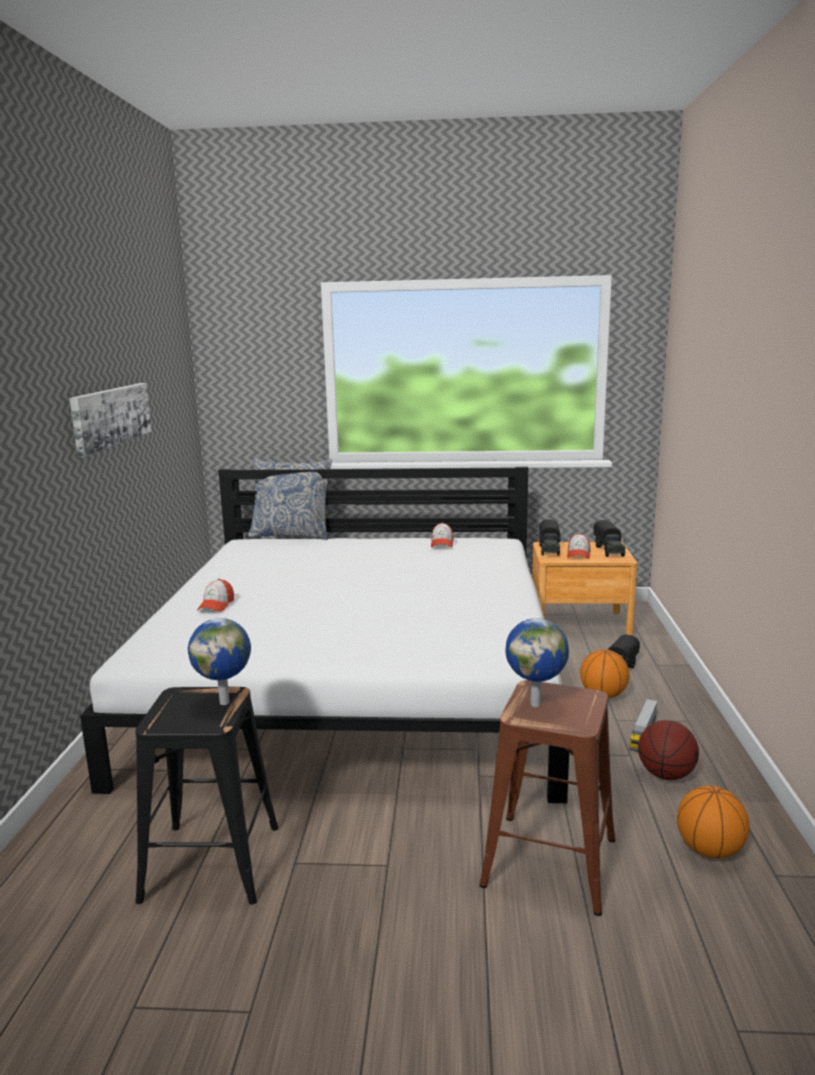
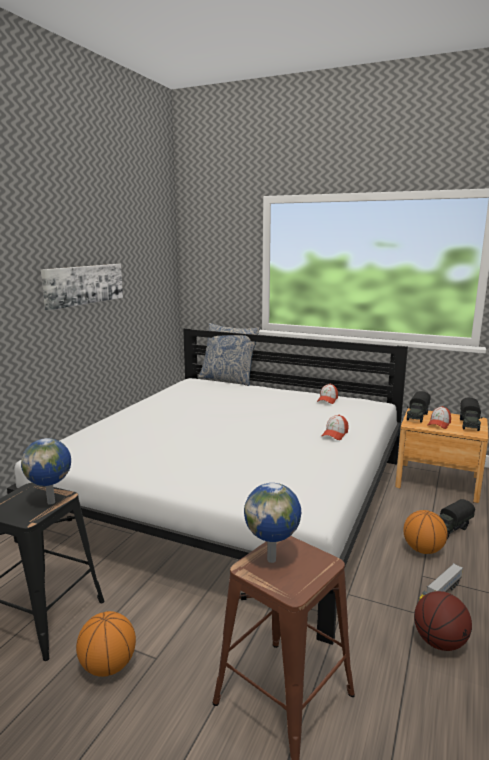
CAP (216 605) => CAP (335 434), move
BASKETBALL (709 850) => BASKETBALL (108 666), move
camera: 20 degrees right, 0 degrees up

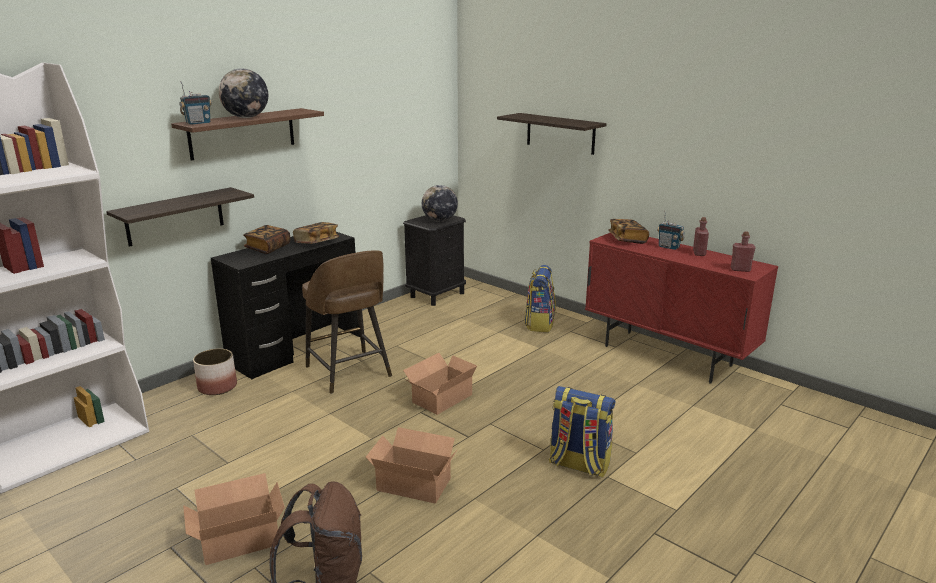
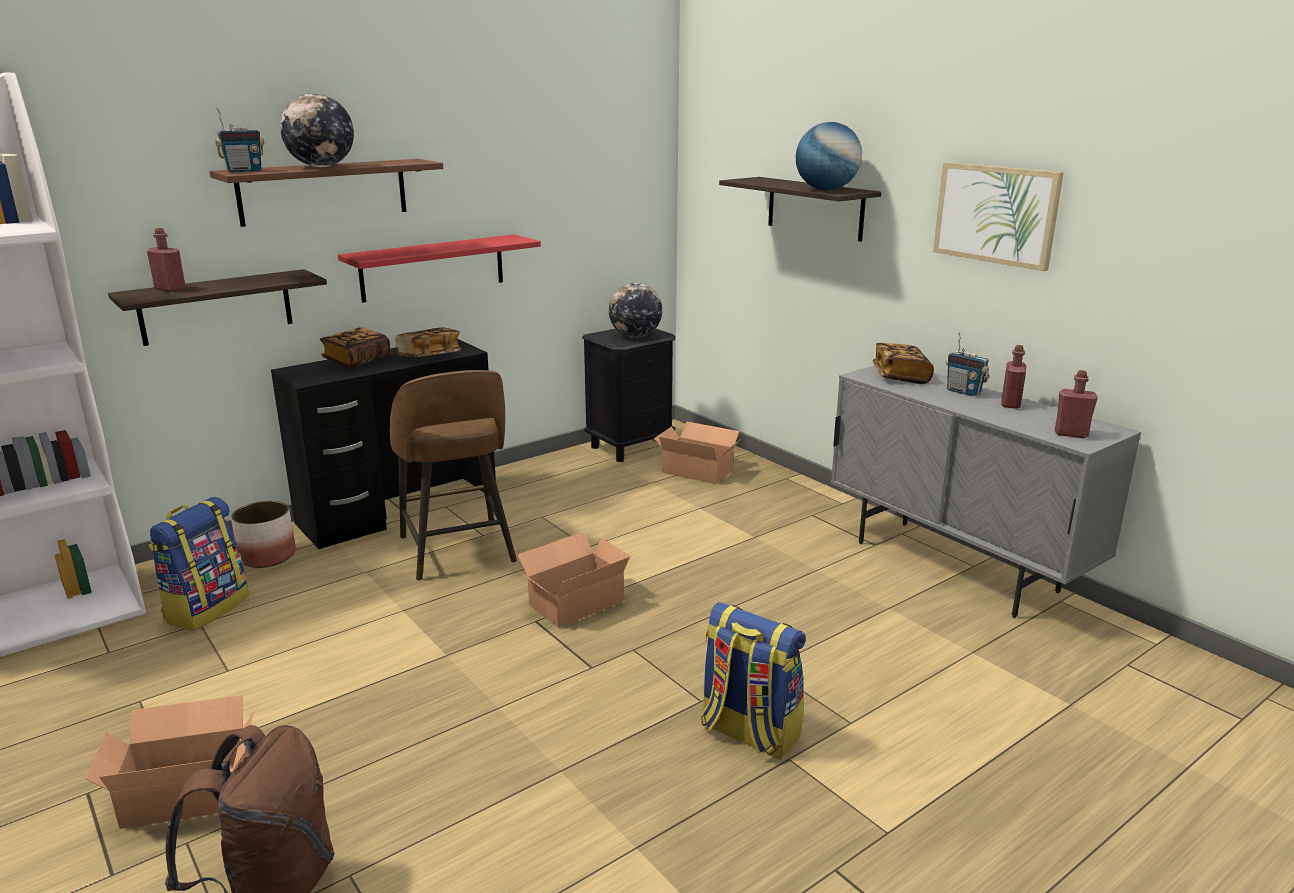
CARDBOARD BOX (413 482) => CARDBOARD BOX (697 470), move
BACKPACK (539 324) => BACKPACK (206 608), move
RED CABINET (667 356) => GREY CABINET (955 567)
nothing => RED BOTTLE (170 289)
nothing => RED SHELF (433 267)
nothing => GLOBE (826 190)
nothing => PICTURE (996 214)
camera: 10 degrees right, 0 degrees up

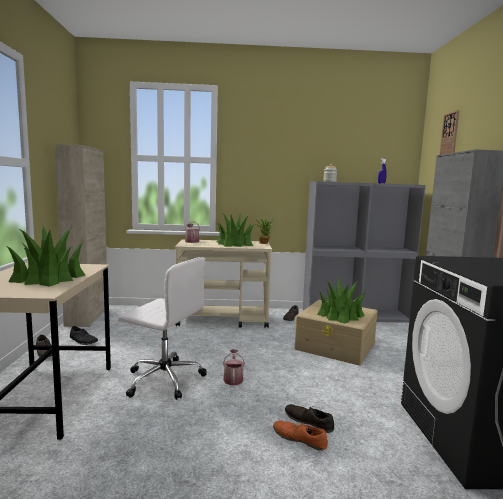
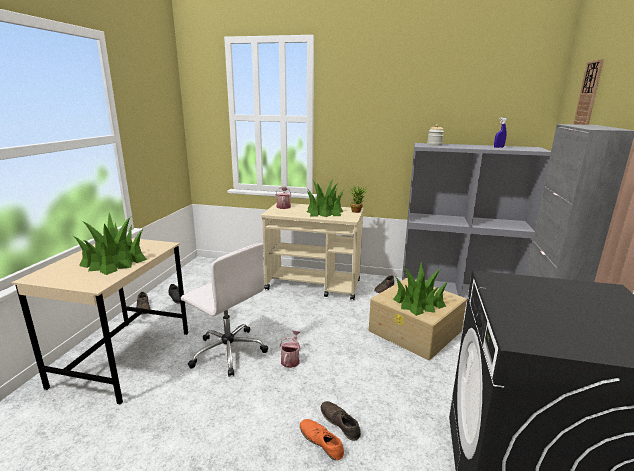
BEIGE CABINET (87 317) => nothing
camera: 15 degrees right, 10 degrees up

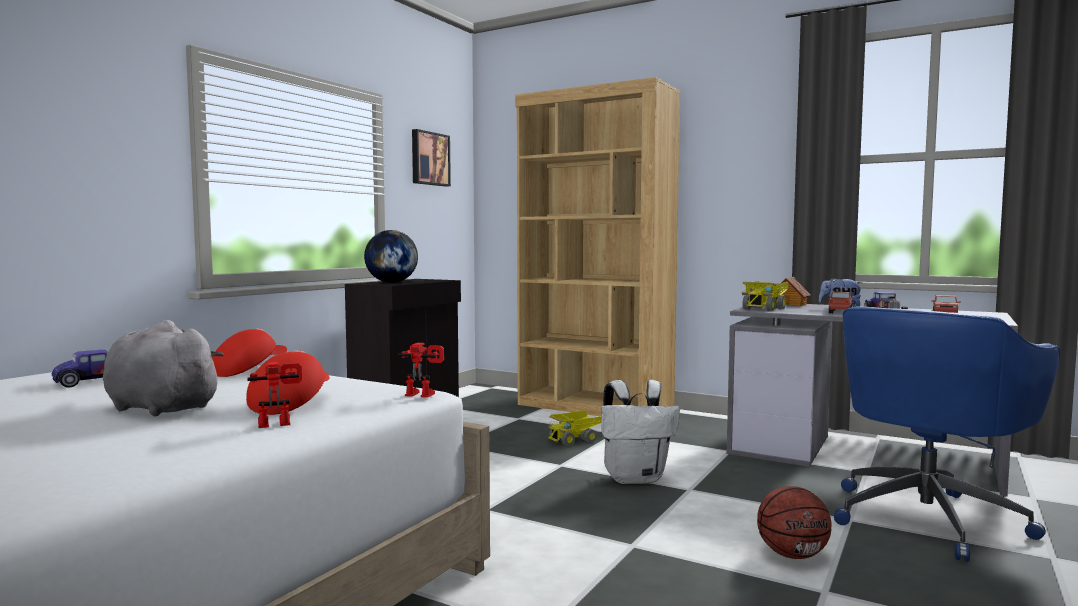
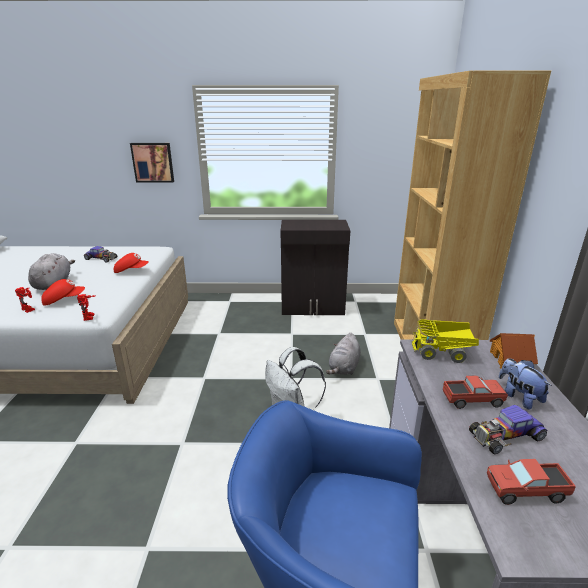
GLOBE (391 282) => nothing
PICTURE (429 159) => PICTURE (153 162), move
TOY TRUCK (575 440) => GREY PLUSH TOY (344 368)
BASKETBALL (793 555) => nothing
camera: 60 degrees right, 20 degrees up

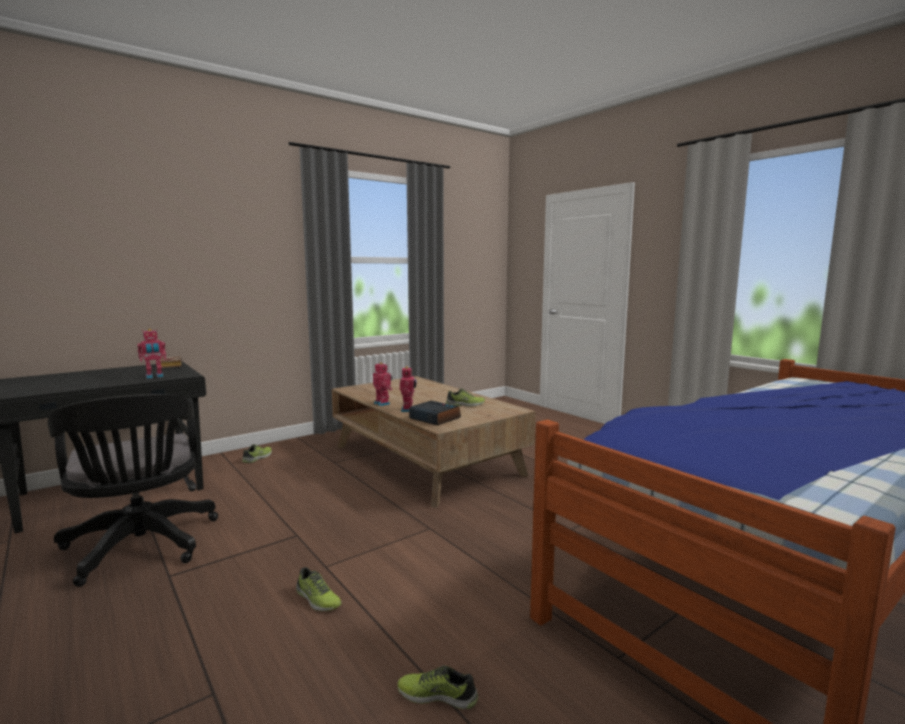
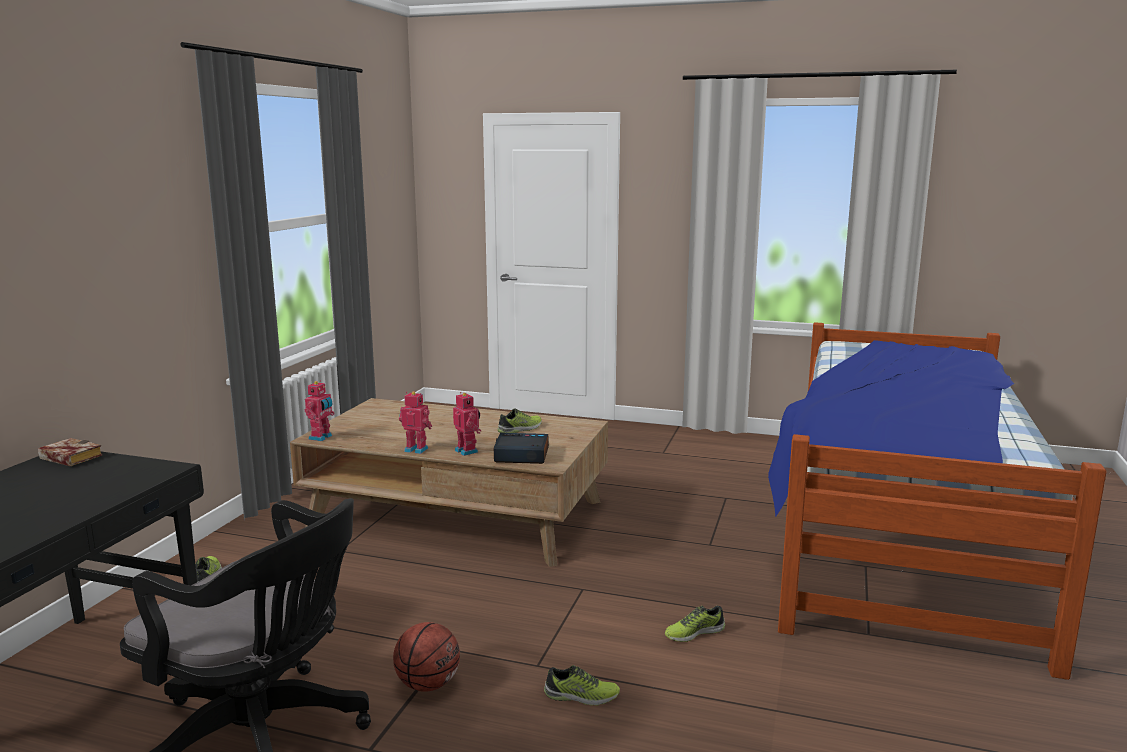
TOY ROBOT (154 376) => TOY ROBOT (321 437), move
SHOE (437 695) => SHOE (694 633), move
nothing => BASKETBALL (428 684)
camera: 35 degrees left, 5 degrees up

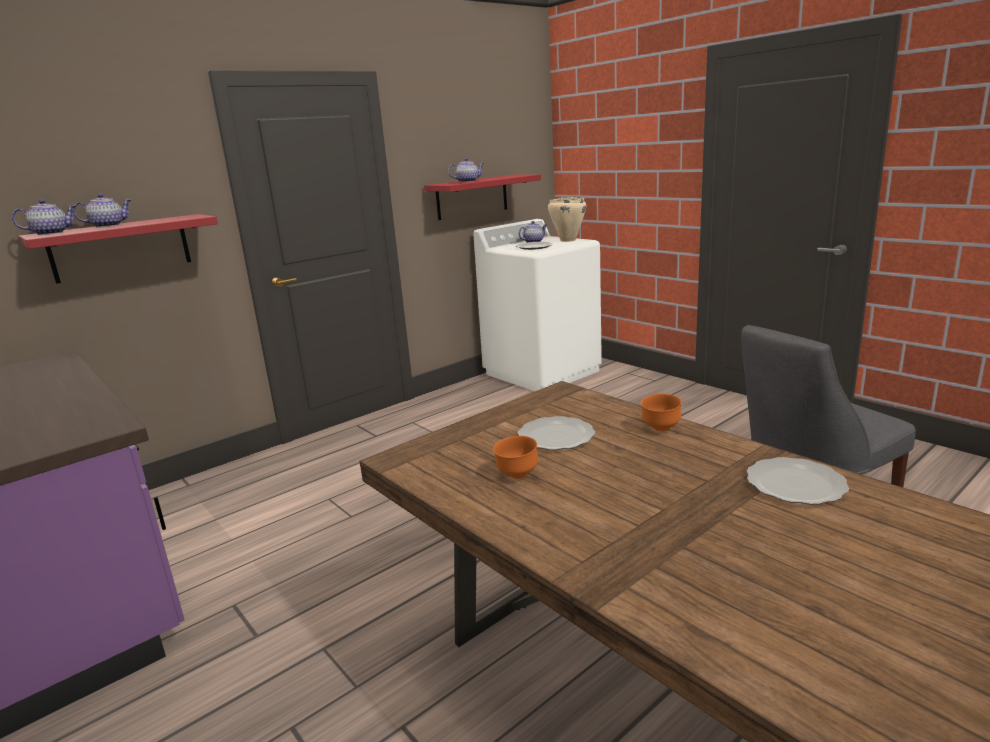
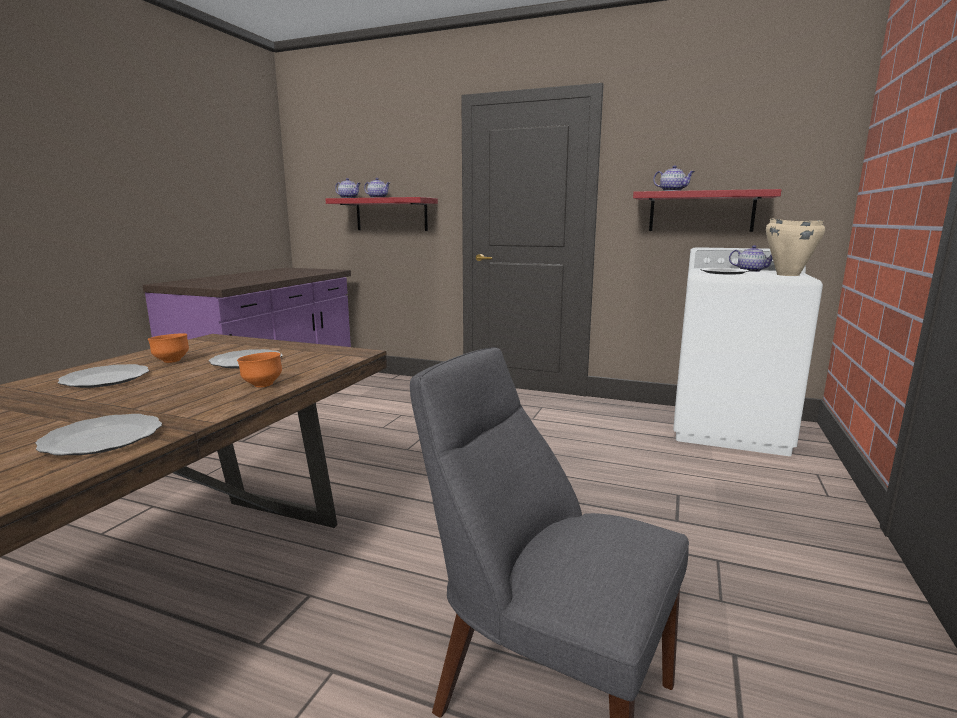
nothing => PLATE (104 379)
camera: 60 degrees right, 5 degrees down

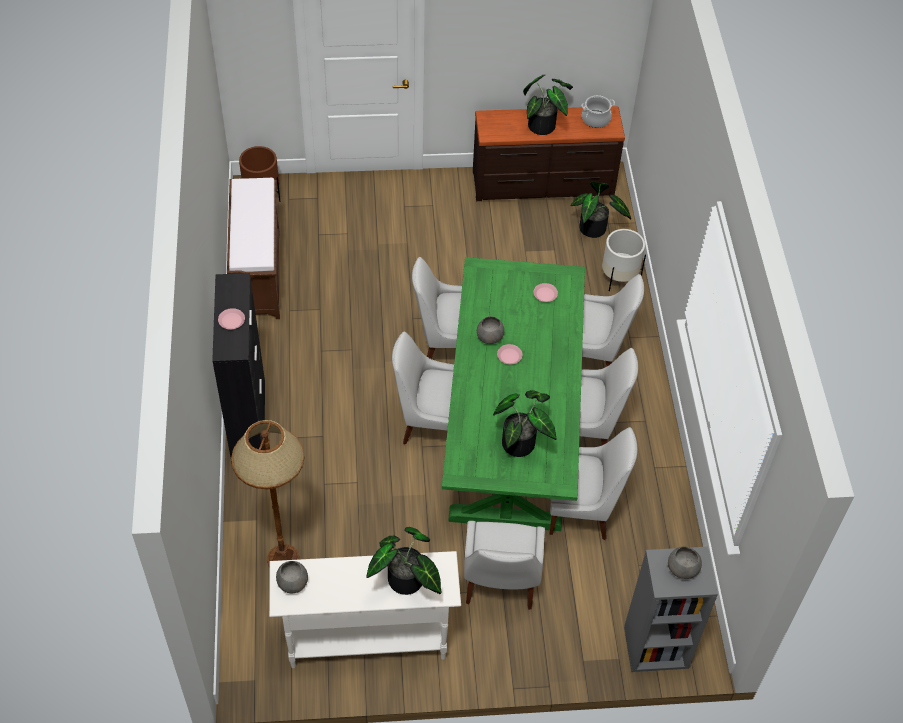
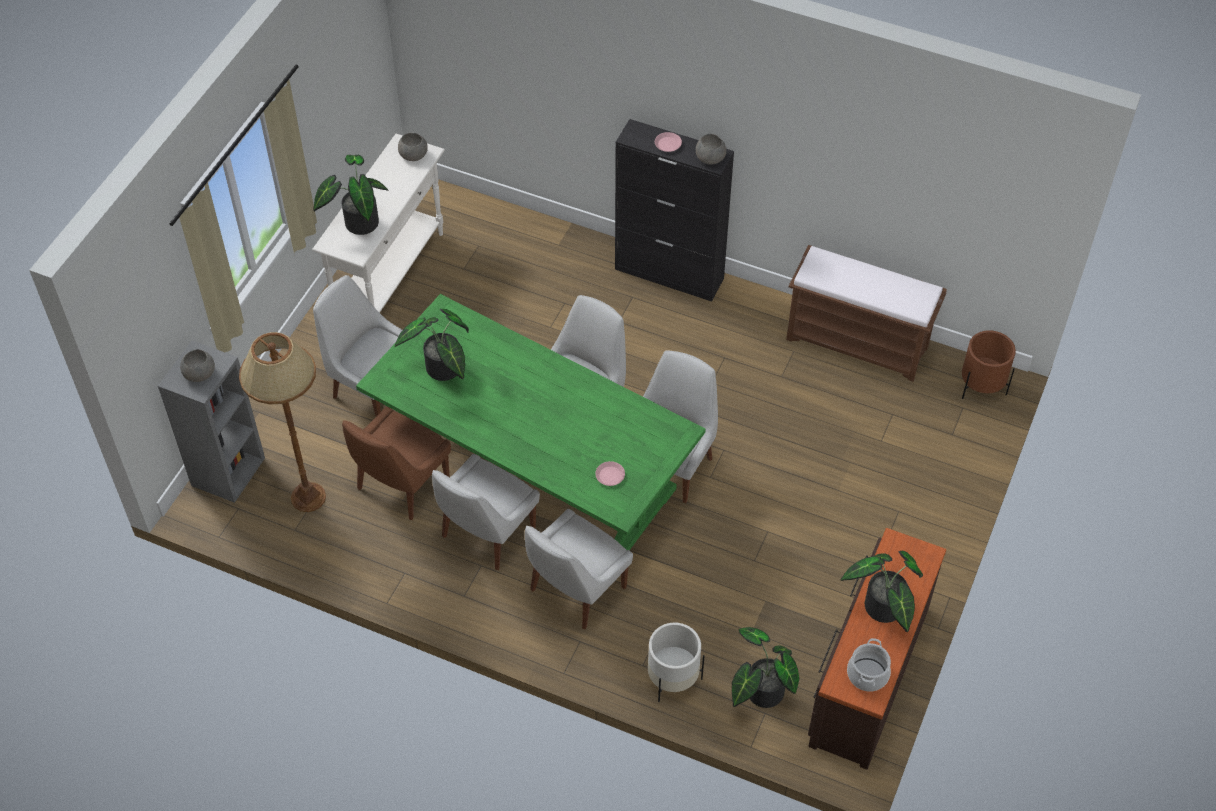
BROWN FLOOR LAMP (283 559) => BROWN FLOOR LAMP (308 497), move
GREY BOWL (489 337) => GREY BOWL (709 157), move
PINK PLATE (509 356) => nothing
WHITE CHAIR (582 510) => BROWN CHAIR (400 486)
camera: 120 degrees right, 0 degrees up

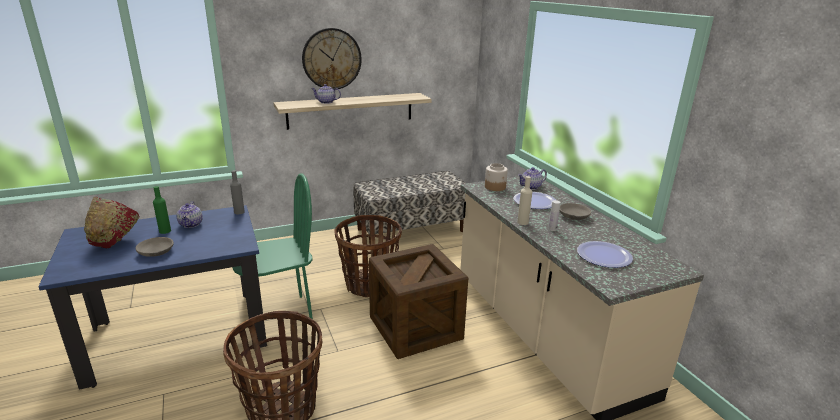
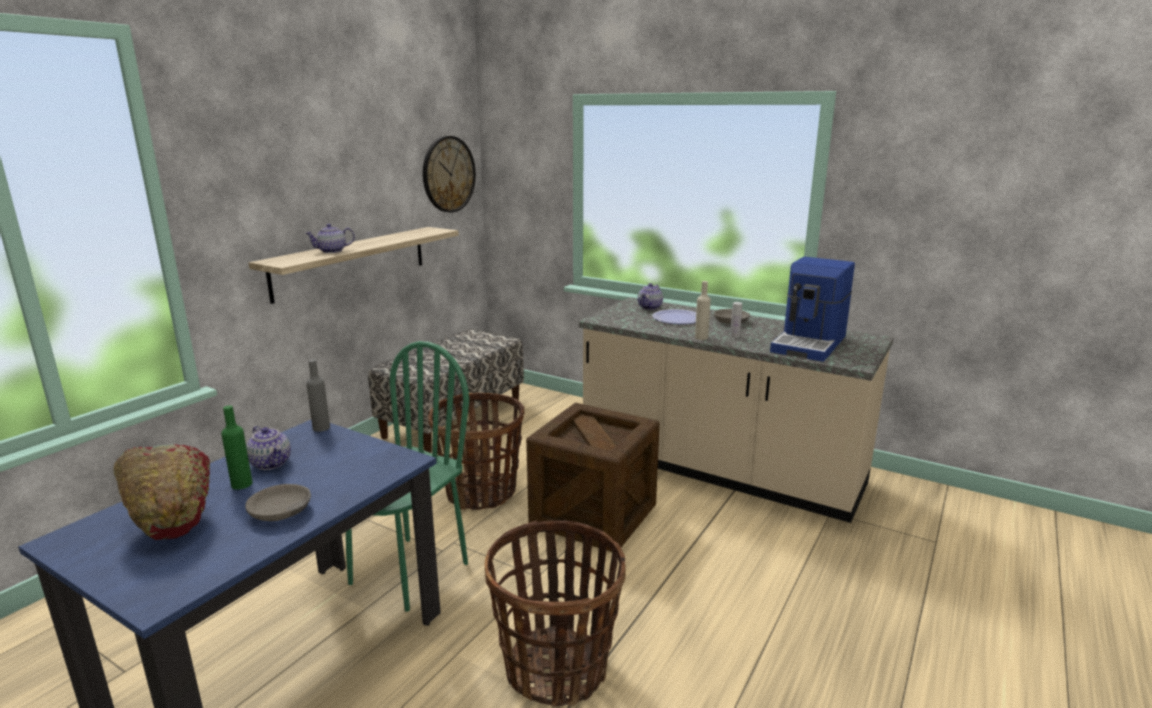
WALL CLOCK (331 59) => WALL CLOCK (448 174), move
JAR (495 187) => nothing
PLATE (604 255) => COFFEE MACHINE (810 344)
camera: 35 degrees left, 5 degrees down

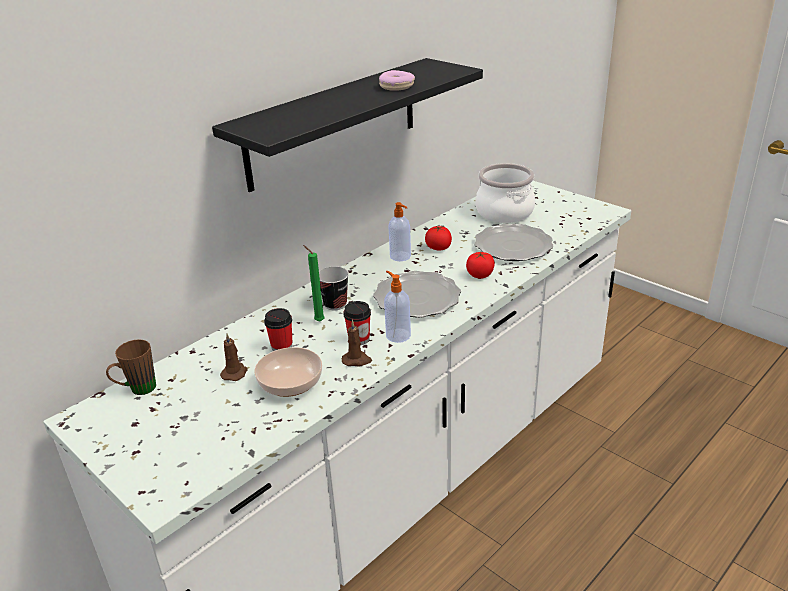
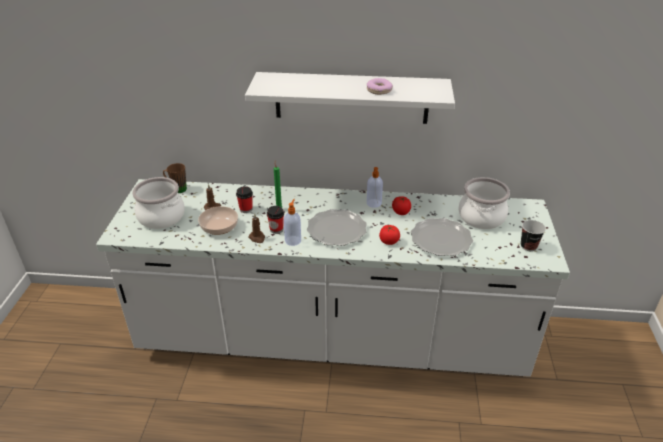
BLACK SHELF (334 123) => WHITE SHELF (351 98)
CUP (335 304) => CUP (528 246), move
nothing => COOKING POT (162 216)
camera: 50 degrees right, 5 degrees up

